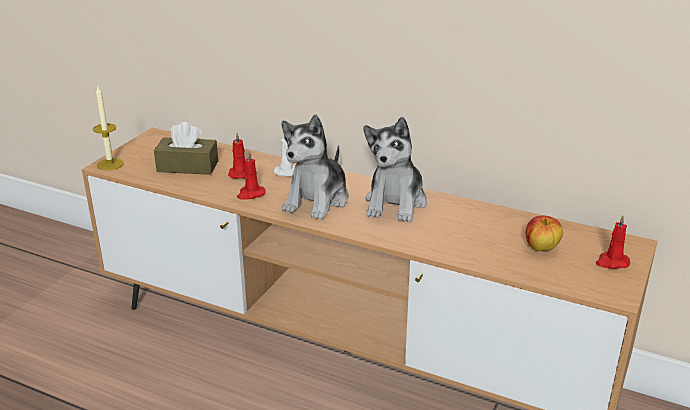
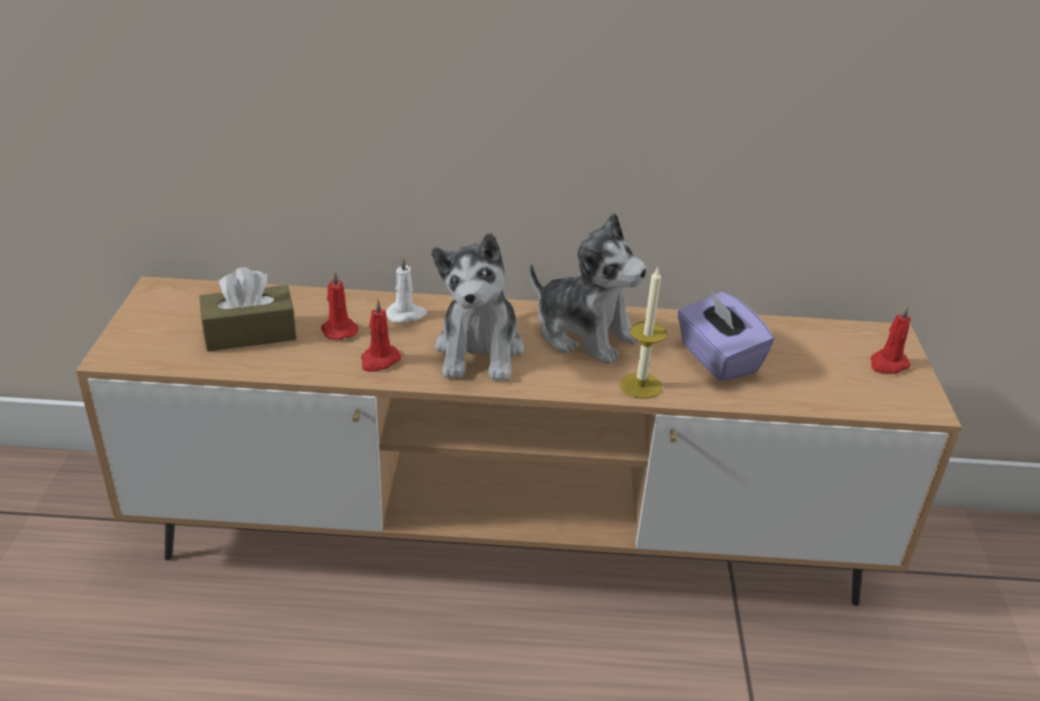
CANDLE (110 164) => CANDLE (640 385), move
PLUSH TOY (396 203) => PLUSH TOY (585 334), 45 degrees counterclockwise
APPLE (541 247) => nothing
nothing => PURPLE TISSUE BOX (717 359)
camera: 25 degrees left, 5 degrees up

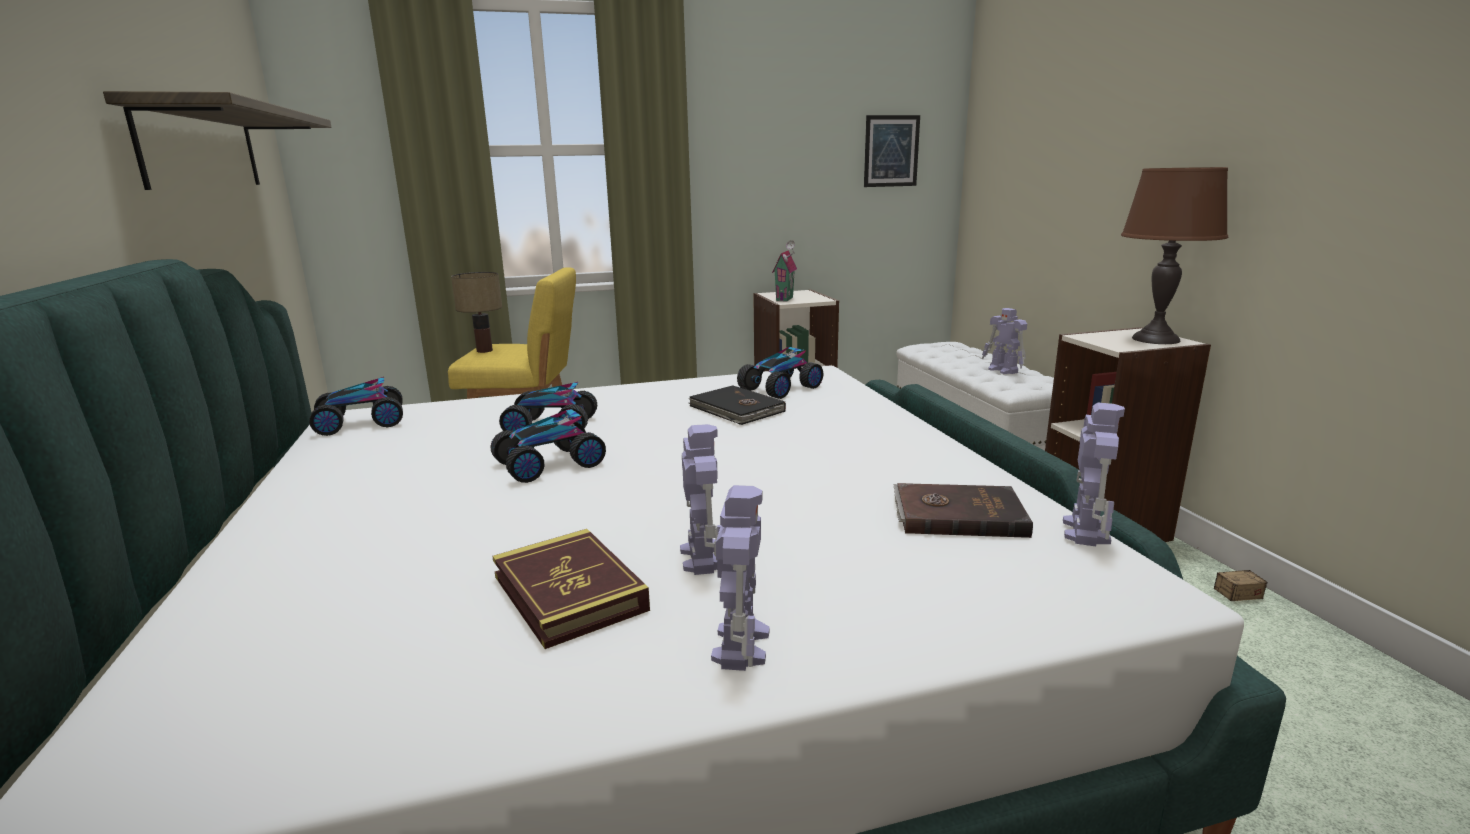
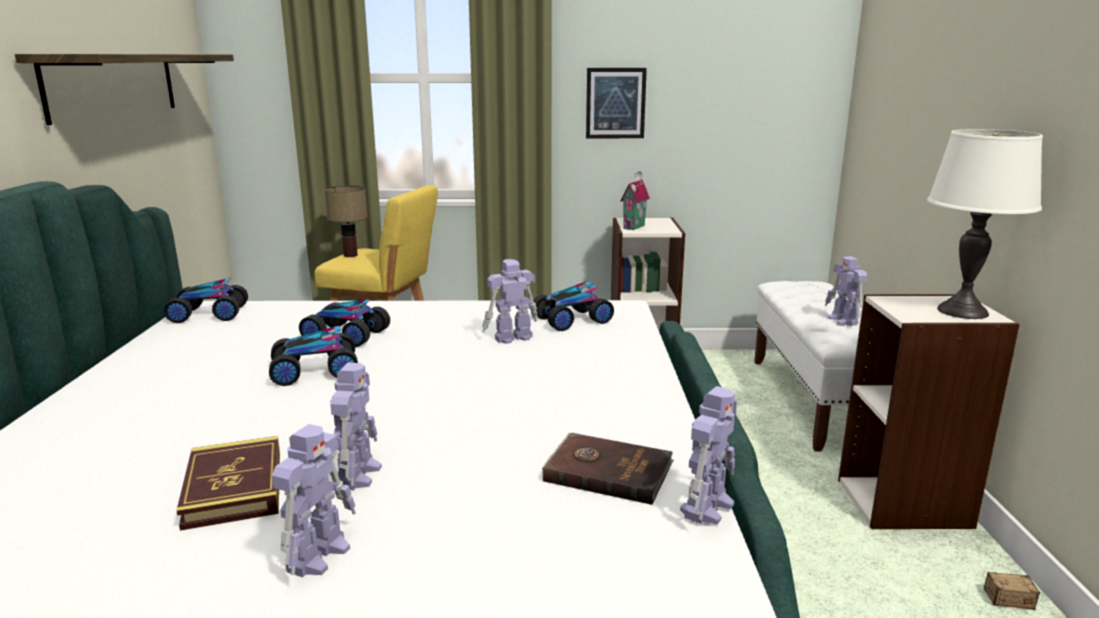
BLACK BOOK (736 409) => TOY ROBOT (512 337)
PICTURE (891 151) => PICTURE (615 103), move
BROWN TABLE LAMP (1155 339) => WHITE TABLE LAMP (962 311)
camera: 15 degrees right, 0 degrees up

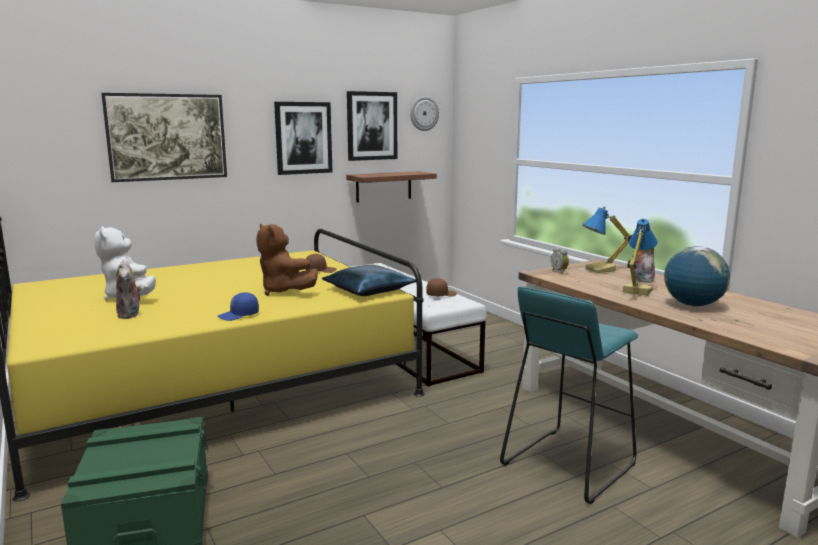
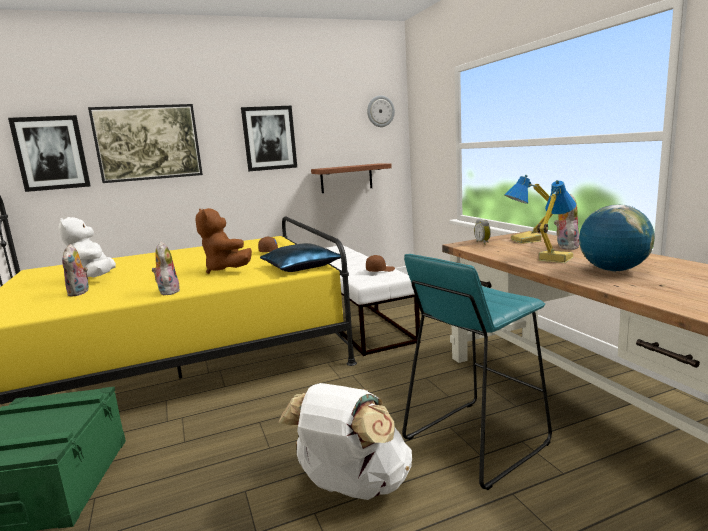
BLUE CAP (239 315) => PLUSH TOY (168 291)
PICTURE (371 126) => PICTURE (51 153), move
nothing => WHITE BACKPACK (352 487)
camera: 10 degrees right, 0 degrees up

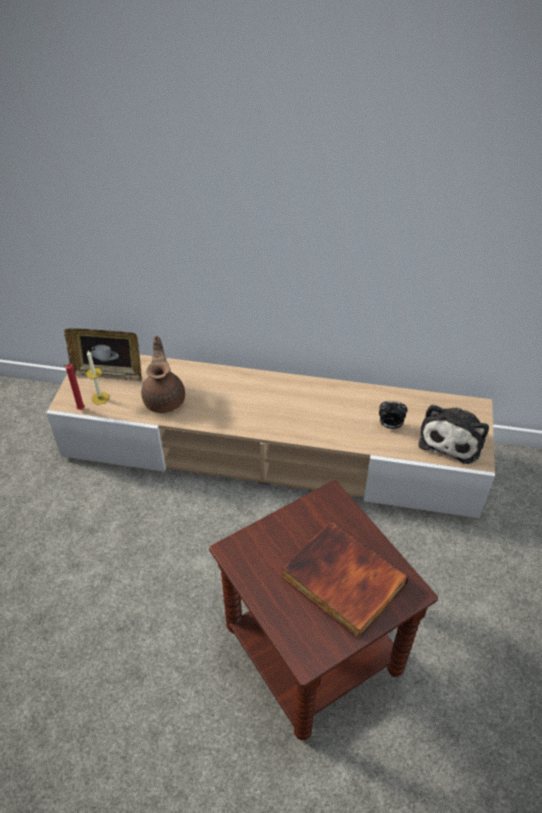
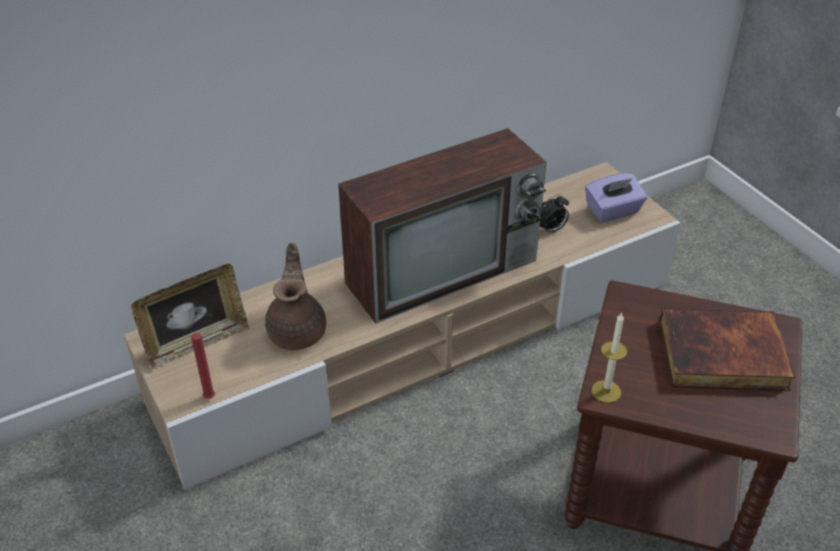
CANDLE (100 398) => CANDLE (606 391), move
BROWN TEAPOT (165 398) => BROWN TEAPOT (298 330), 45 degrees clockwise
PLUSH TOY (452 438) => PURPLE TISSUE BOX (613 211)
nothing => TELEVISION (444 269)
camera: 40 degrees left, 5 degrees down

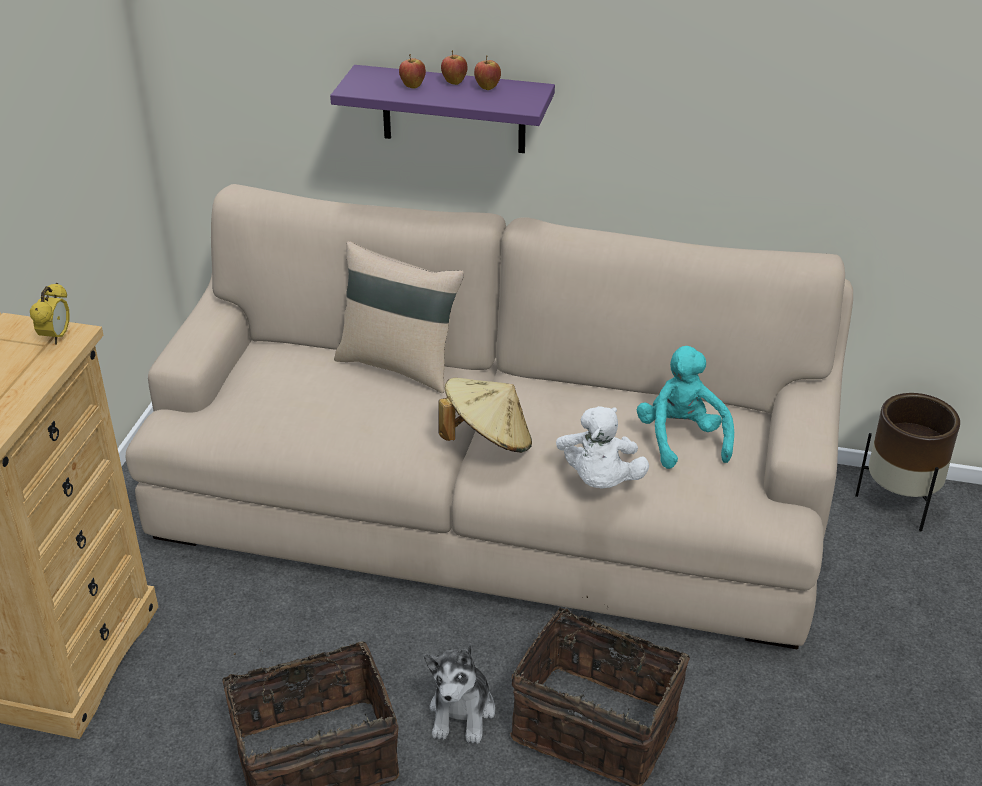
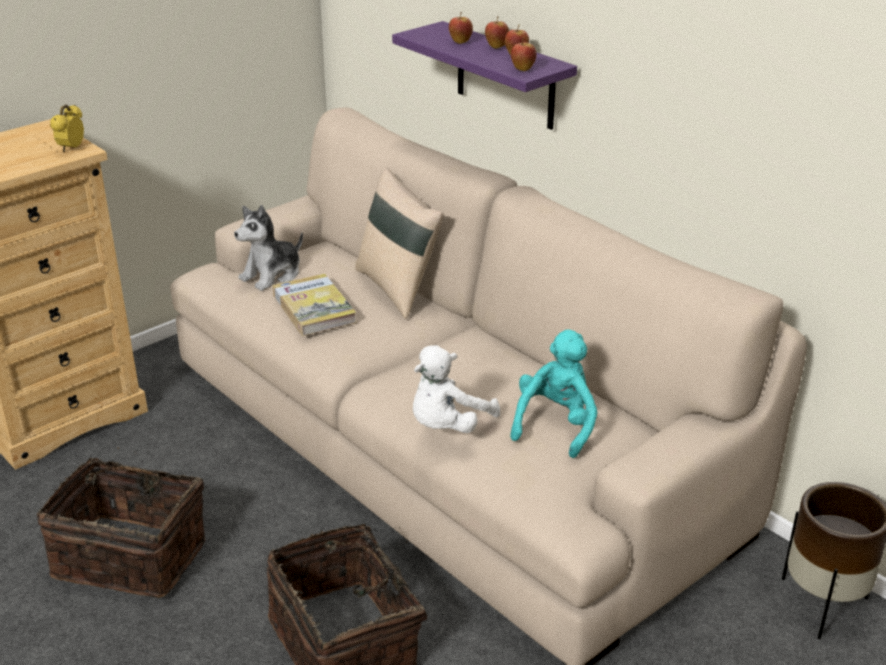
ALARM CLOCK (56 337) => ALARM CLOCK (71 149), 150 degrees clockwise
PLUSH TOY (462 712) => PLUSH TOY (272 275), move
BEIGE HAT (487 441) => nothing
nothing => BOOK (314 308)
nothing => APPLE (522 69)
camera: 35 degrees right, 5 degrees down

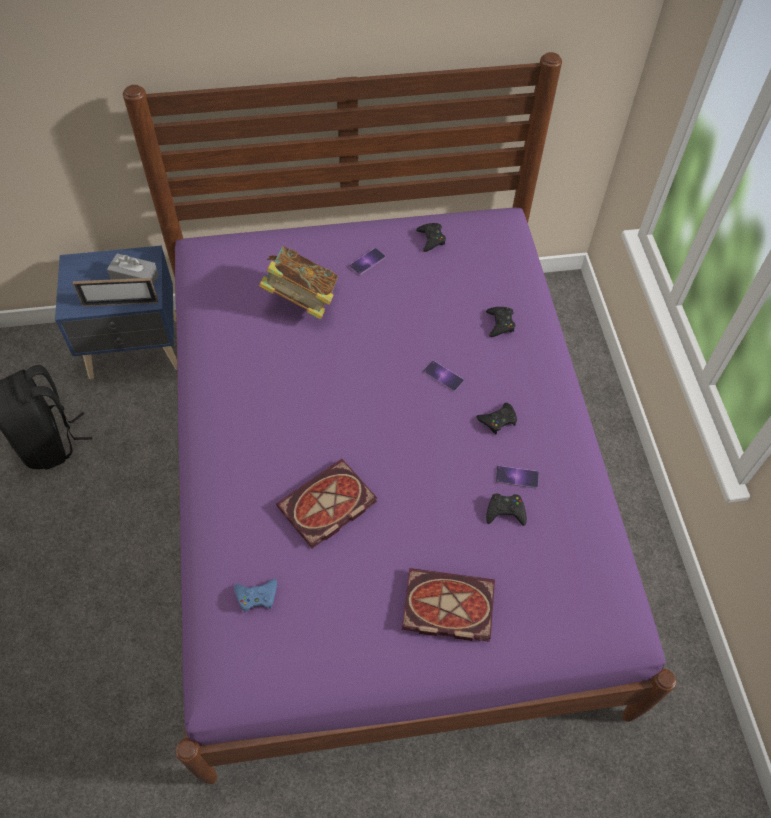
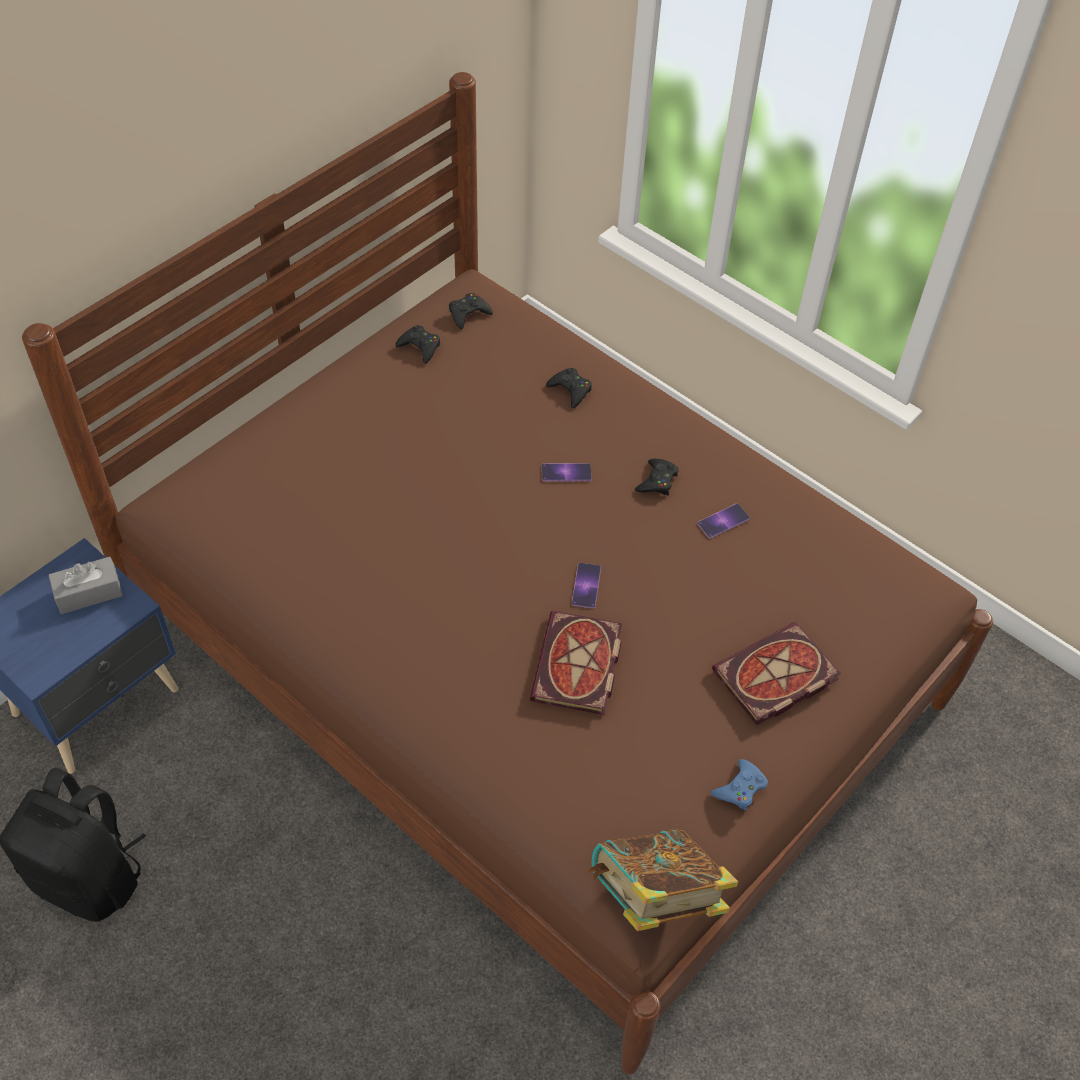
PICTURE FRAME (120 303) => nothing
PURPLE BED (382 493) => BROWN BED (535 664)
BLUE GAME CONTROLLER (257 596) => BLUE GAME CONTROLLER (740 788), move
BOOK (301 300) => BOOK (655 898), move
PHONE (367 261) => PHONE (586 585), move
BLACK GAME CONTROLLER (505 511) => BLACK GAME CONTROLLER (468 314), move
camera: 40 degrees left, 5 degrees down

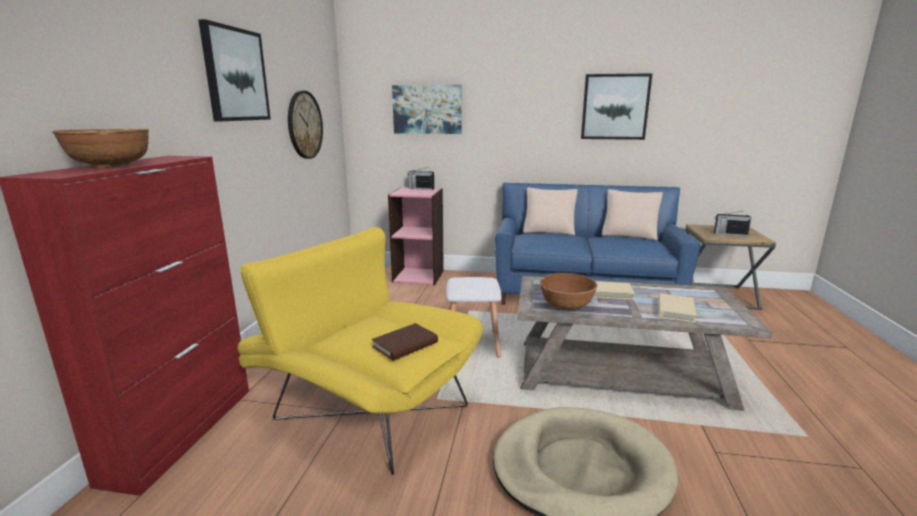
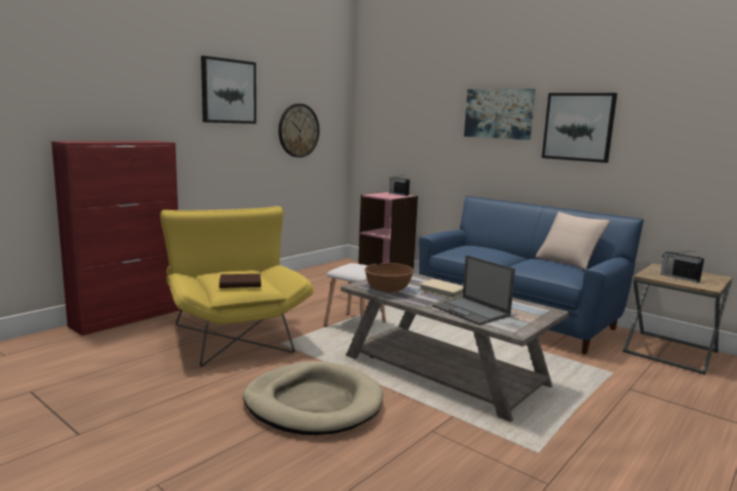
BROWN BOWL (110 166) => nothing
PICTURE (427 109) => PICTURE (498 113), move
BEIGE PILLOW (549 230) => nothing
BEIGE BOOK (675 310) => LAPTOP (471 311)
camera: 30 degrees right, 5 degrees down

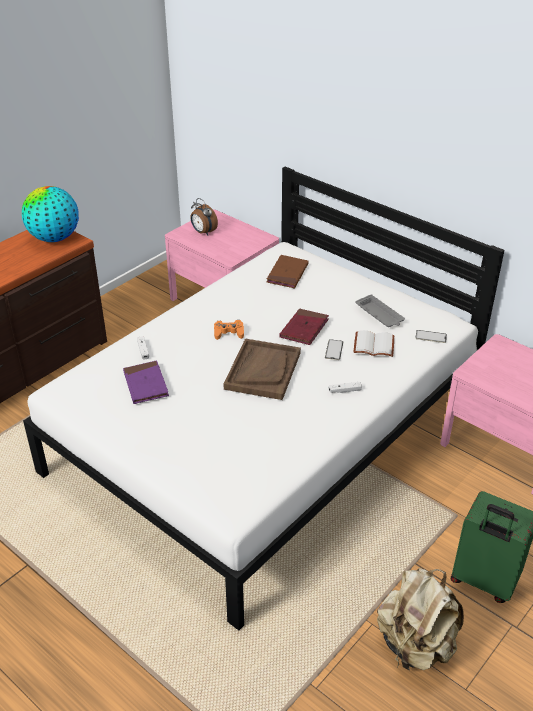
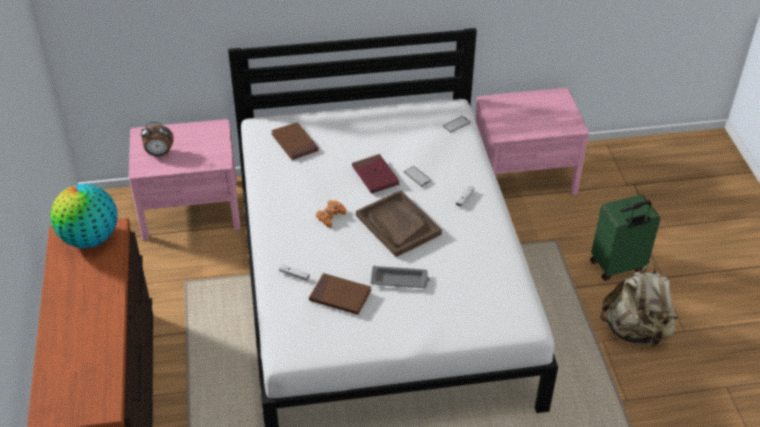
PURPLE BOOK (145 384) => BROWN BOOK (340 296)
WHITE BOOK (374 344) => nothing
GREY TRAY (380 315) => GREY TRAY (400 280), move
camera: 50 degrees left, 5 degrees up

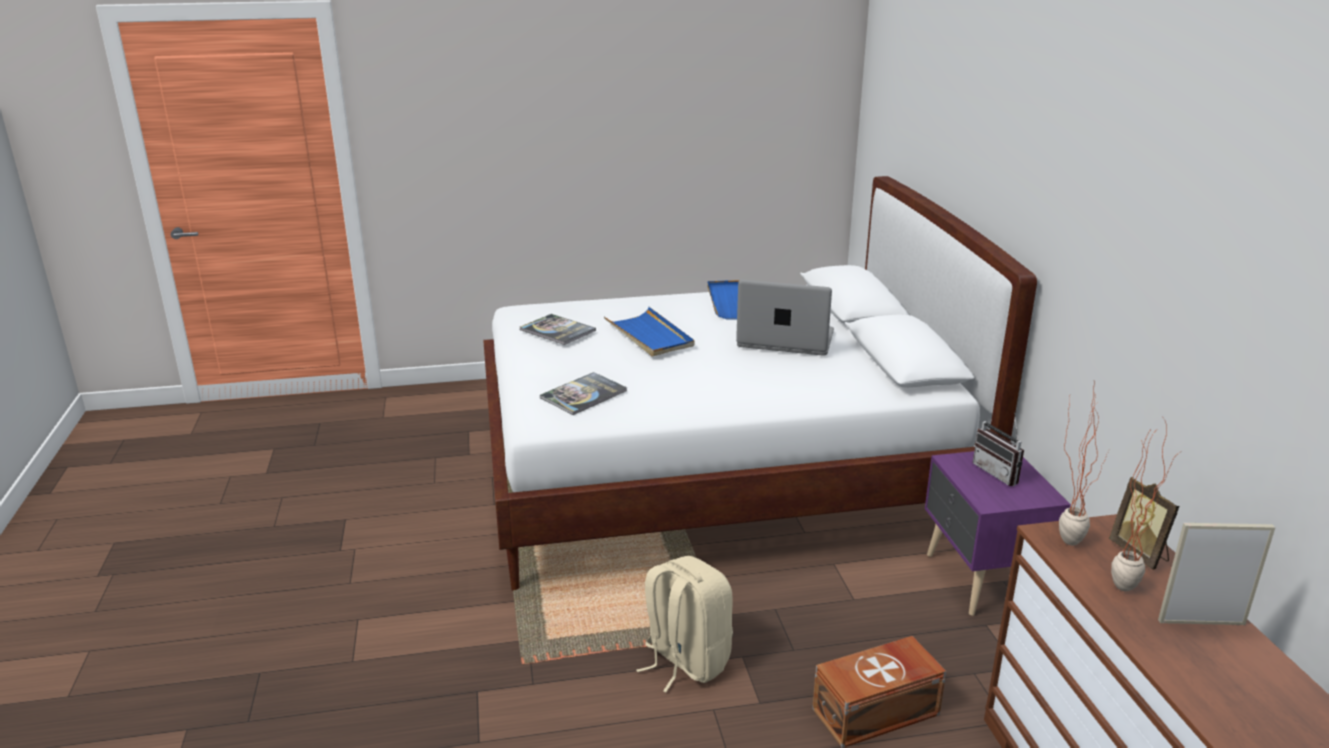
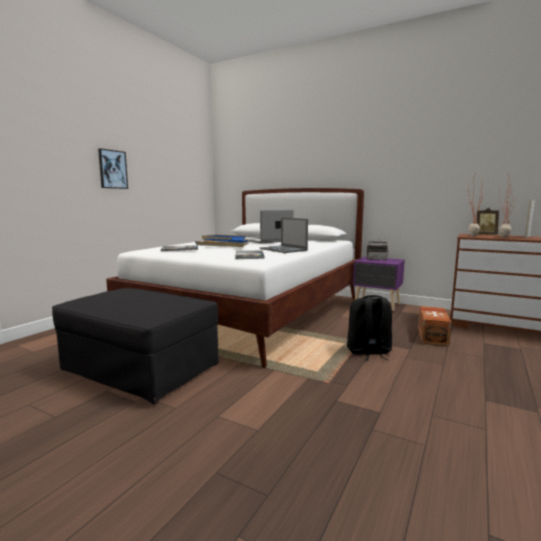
BEIGE BACKPACK (684 661) => BLACK BACKPACK (368 352)
nothing => BLACK OTTOMAN (140 368)
nothing => PICTURE (112 169)
nothing => LAPTOP (283 249)
camera: 50 degrees left, 15 degrees down

